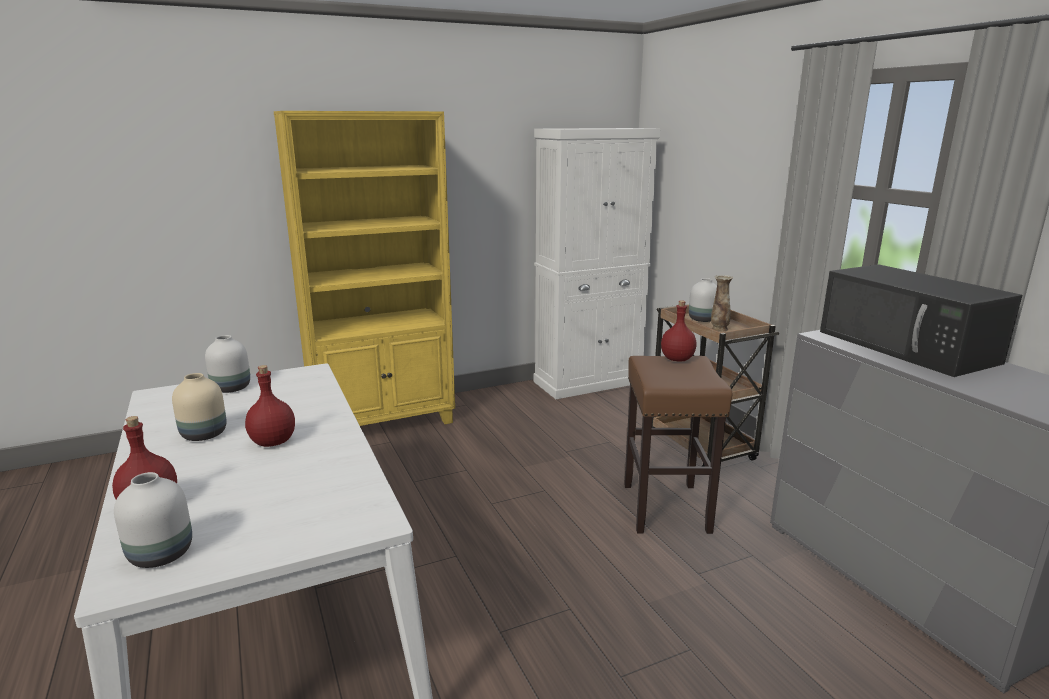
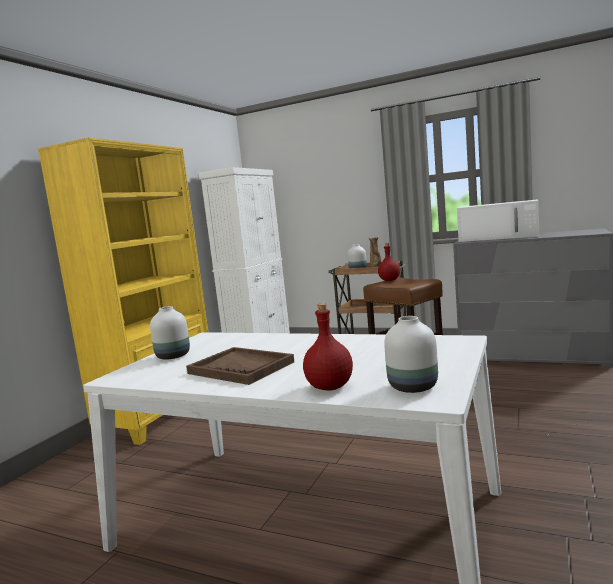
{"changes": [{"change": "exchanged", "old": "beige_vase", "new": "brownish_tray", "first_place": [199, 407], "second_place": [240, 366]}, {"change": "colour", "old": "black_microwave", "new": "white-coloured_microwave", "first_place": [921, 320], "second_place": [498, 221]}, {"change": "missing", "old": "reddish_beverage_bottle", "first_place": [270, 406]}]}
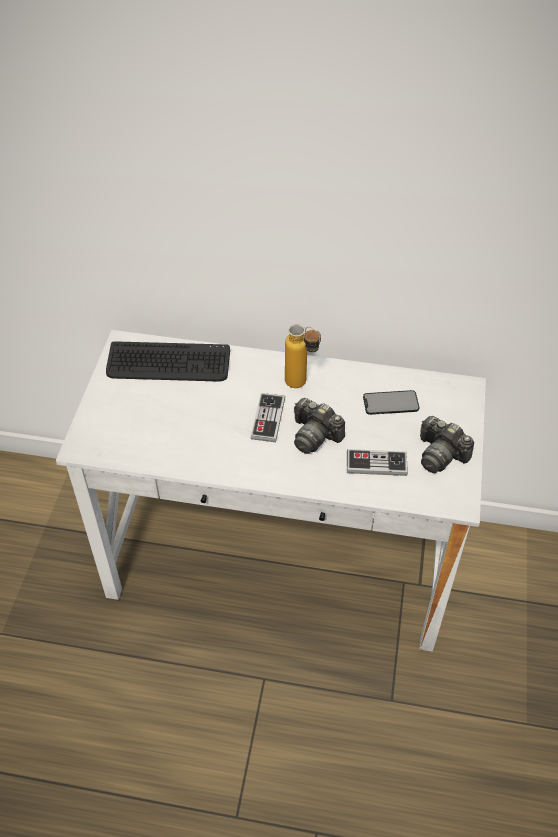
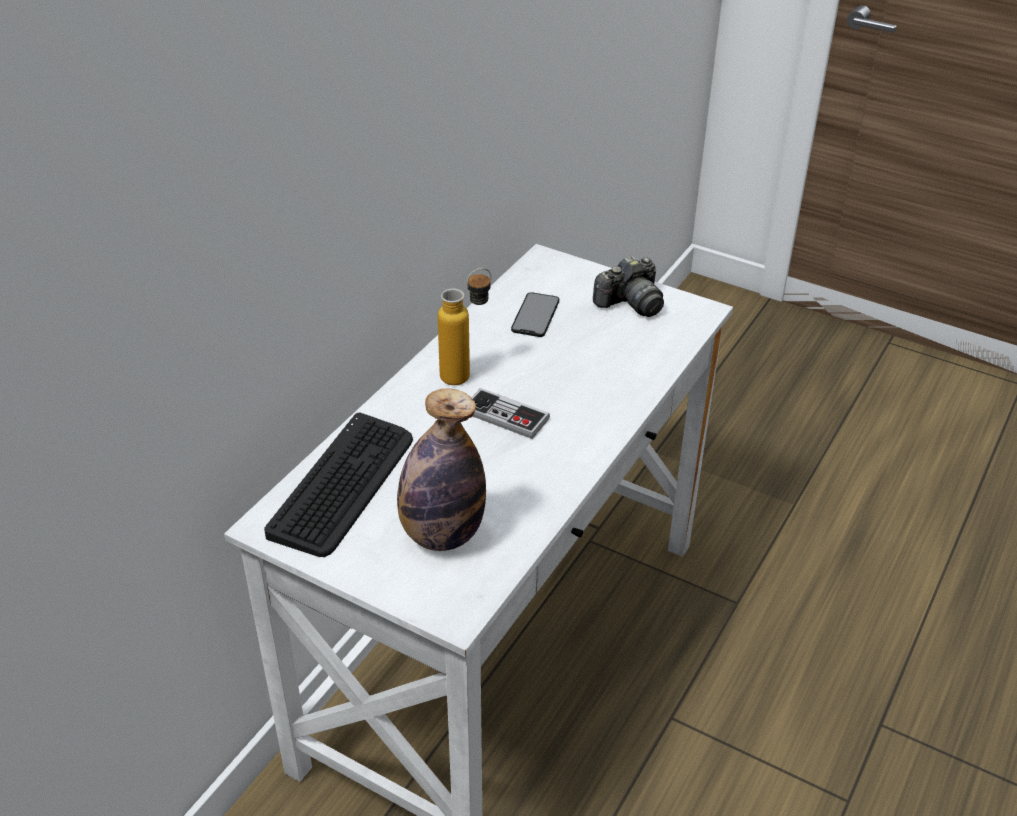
{"changes": [{"change": "appeared", "new": "beverage_bottle", "second_place": [441, 469]}, {"change": "missing", "old": "still_camera", "first_place": [319, 426]}, {"change": "missing", "old": "game_controller", "first_place": [377, 462]}]}
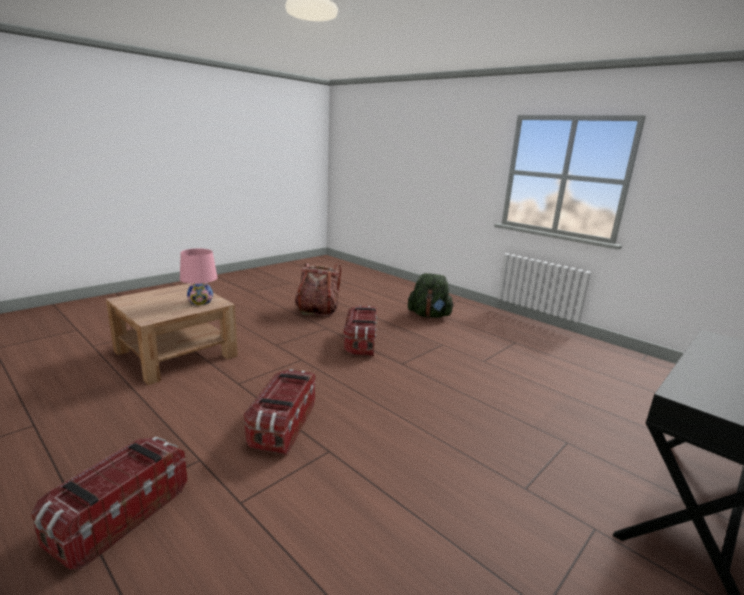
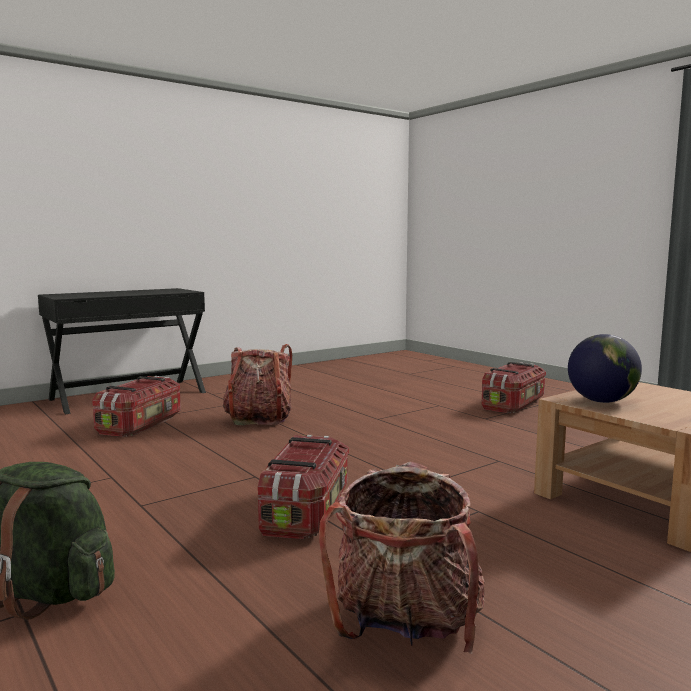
{"changes": [{"change": "relocated", "old": "storage_bin", "first_place": [279, 412], "second_place": [136, 406]}, {"change": "appeared", "new": "rucksack", "second_place": [257, 384]}, {"change": "exchanged", "old": "pinkish_lamp_for_a_table", "new": "desk_globe", "first_place": [198, 277], "second_place": [605, 368]}]}
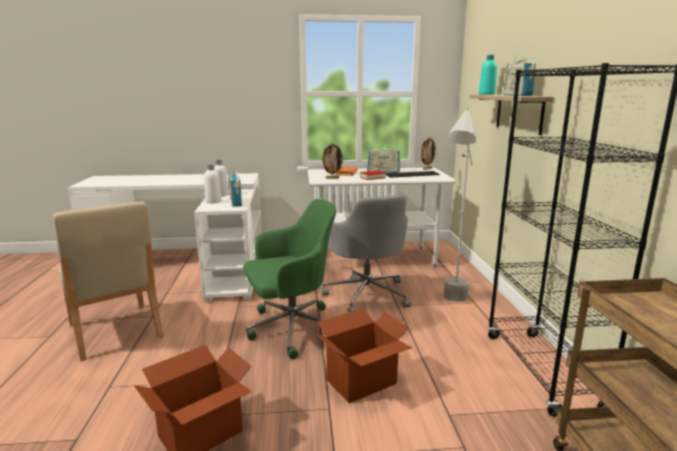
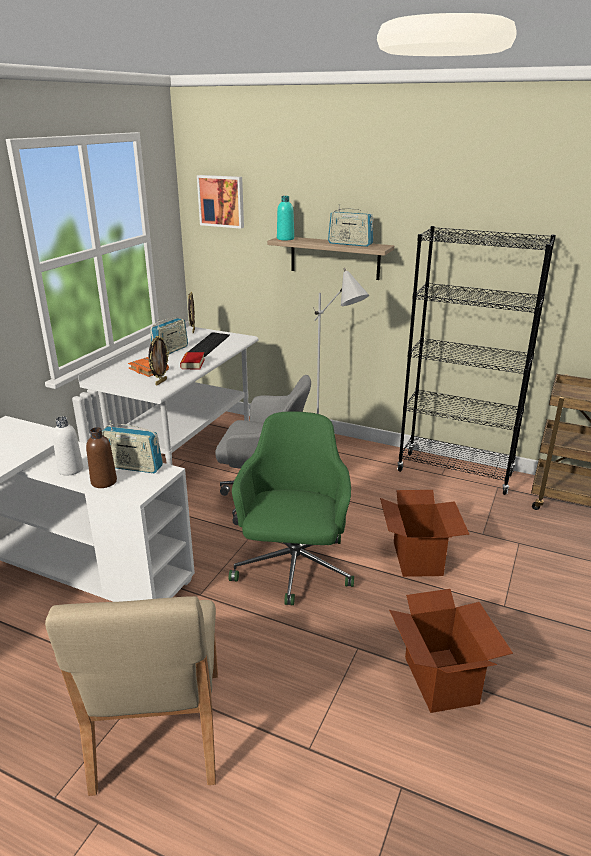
{"changes": [{"change": "spun", "old": "beige_chair", "first_place": [108, 281], "second_place": [131, 696], "degrees": 90}, {"change": "colour", "old": "white-coloured_beverage_bottle", "new": "brownish_beverage_bottle", "first_place": [213, 184], "second_place": [101, 457]}, {"change": "appeared", "new": "wall_art", "second_place": [220, 202]}]}
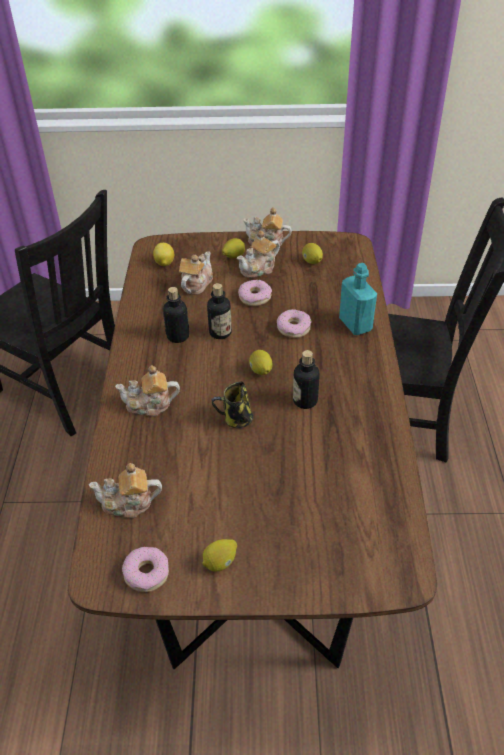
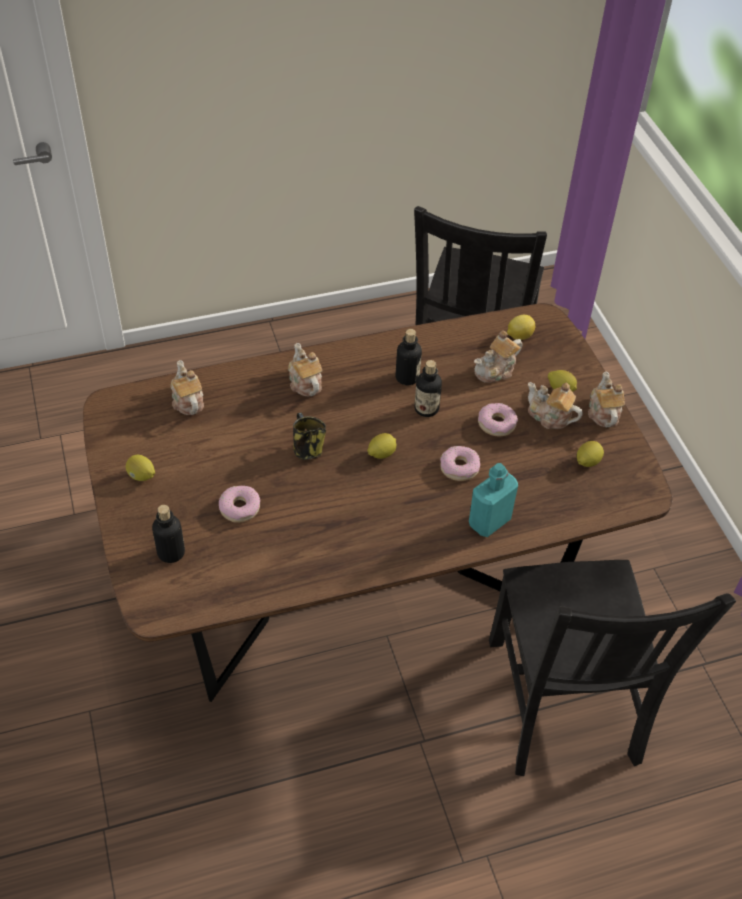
{"changes": [{"change": "relocated", "old": "beverage_bottle", "first_place": [306, 379], "second_place": [168, 534]}, {"change": "relocated", "old": "ring_doughnut", "first_place": [145, 569], "second_place": [239, 504]}, {"change": "spun", "old": "teapot", "first_place": [196, 273], "second_place": [498, 356], "degrees": 135}]}
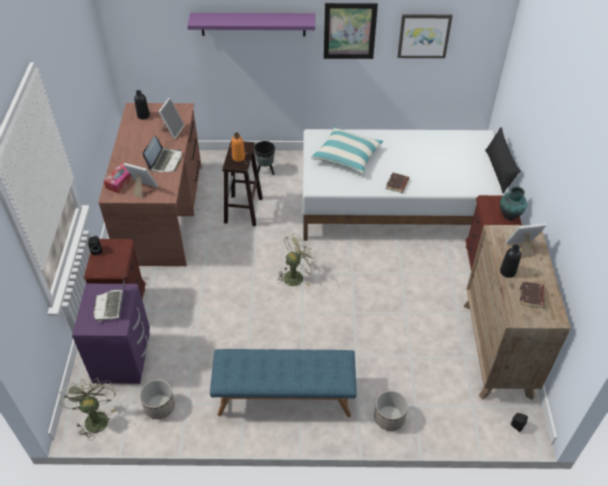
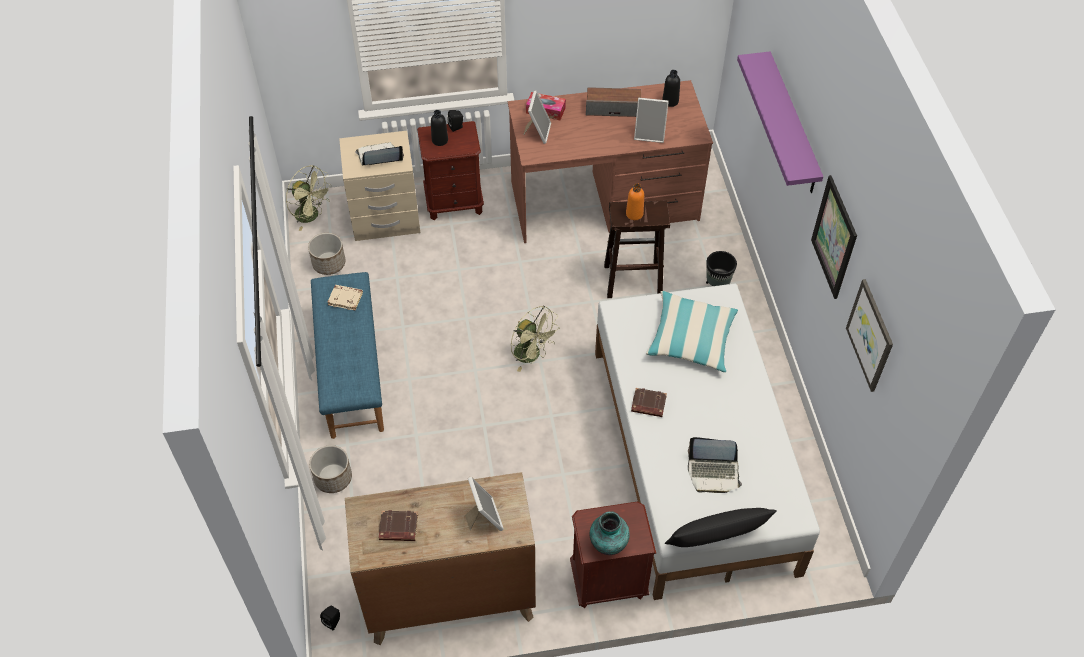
{"changes": [{"change": "spun", "old": "greenish_electric_fan", "first_place": [88, 409], "second_place": [309, 198], "degrees": 60}, {"change": "appeared", "new": "beige_volume", "second_place": [345, 298]}, {"change": "colour", "old": "purplish_night_table", "new": "beige_night_table", "first_place": [111, 334], "second_place": [379, 186]}, {"change": "relocated", "old": "black_beverage_bottle", "first_place": [510, 261], "second_place": [439, 128]}, {"change": "appeared", "new": "speaker", "second_place": [613, 102]}, {"change": "relocated", "old": "laptop", "first_place": [162, 153], "second_place": [715, 465]}]}
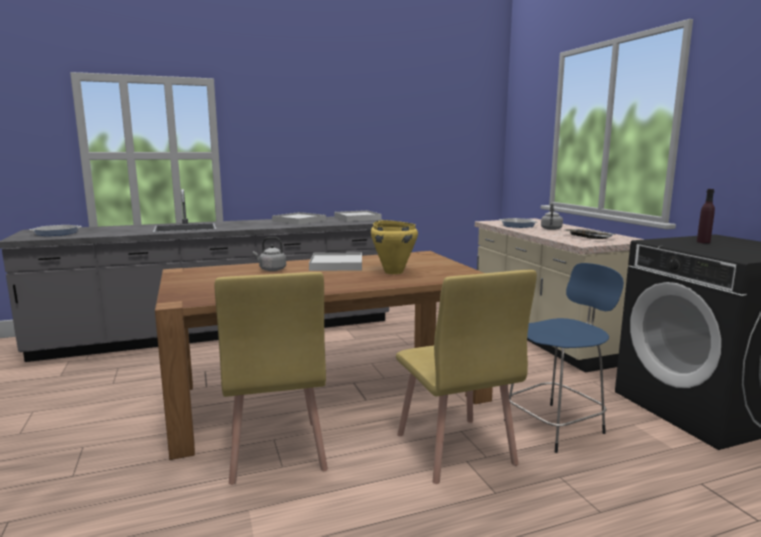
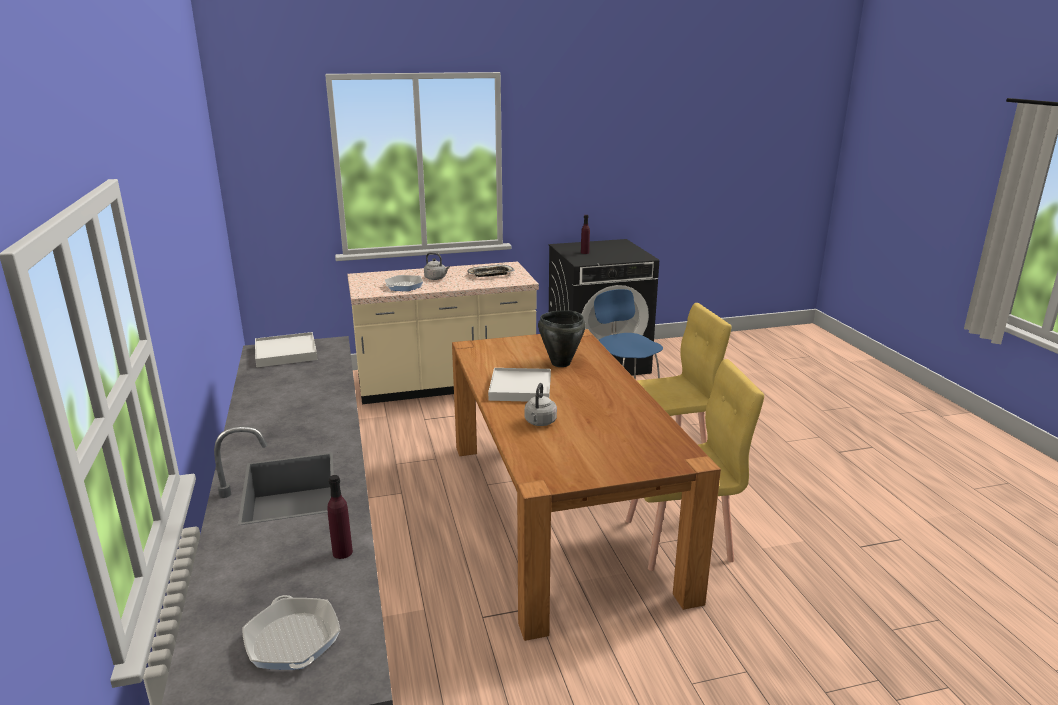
{"changes": [{"change": "appeared", "new": "purplish_beverage_bottle", "second_place": [340, 517]}, {"change": "colour", "old": "yellow_cooking_pot", "new": "black_cooking_pot", "first_place": [394, 247], "second_place": [562, 338]}, {"change": "missing", "old": "white-coloured_tray", "first_place": [299, 218]}]}
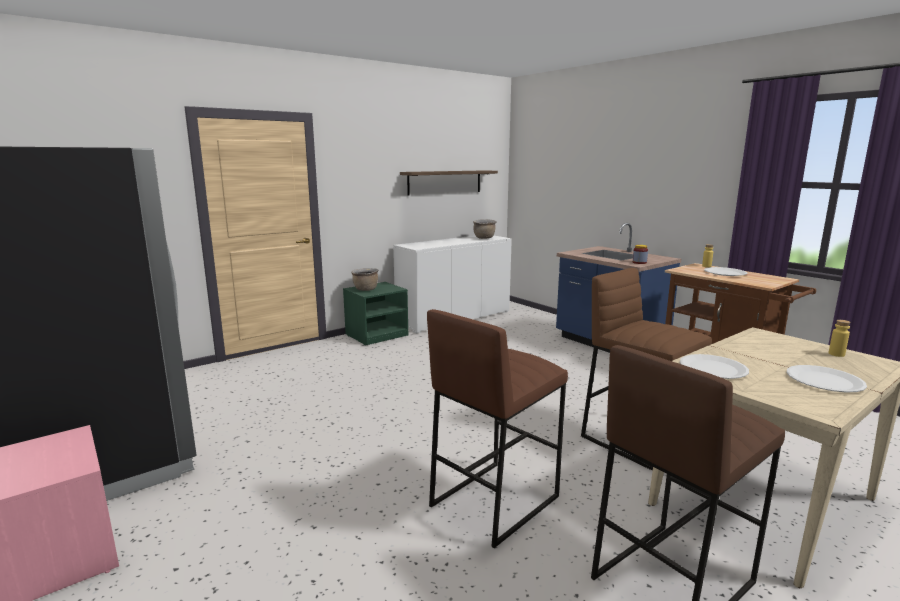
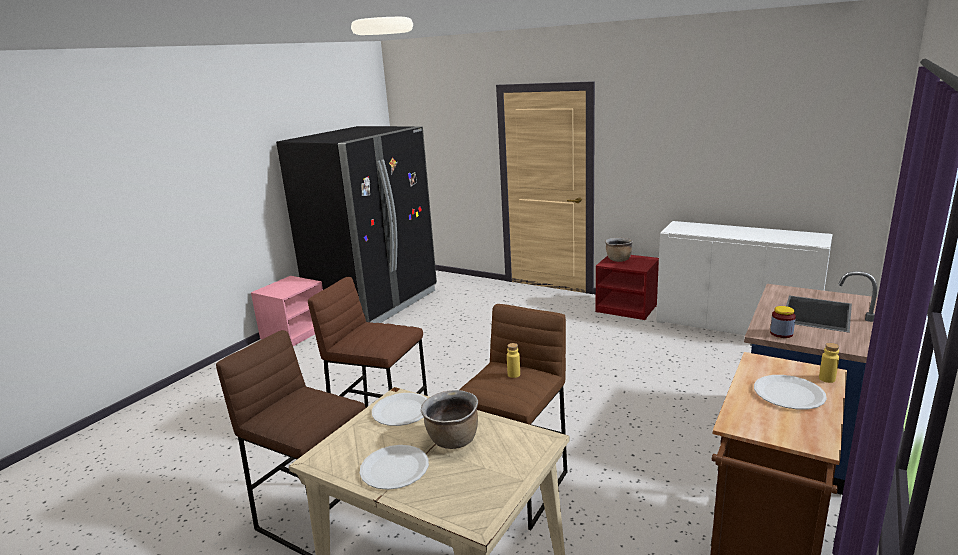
{"changes": [{"change": "relocated", "old": "brownish_cooking_pot", "first_place": [484, 229], "second_place": [449, 419]}, {"change": "relocated", "old": "yellow_beverage_bottle", "first_place": [839, 338], "second_place": [513, 360]}, {"change": "colour", "old": "greenish_night_table", "new": "reddish_night_table", "first_place": [375, 313], "second_place": [627, 287]}, {"change": "missing", "old": "wall_shelf", "first_place": [449, 183]}]}
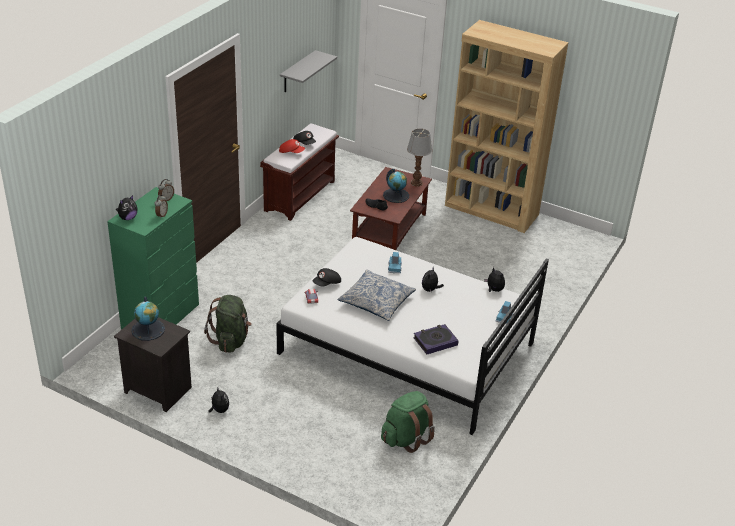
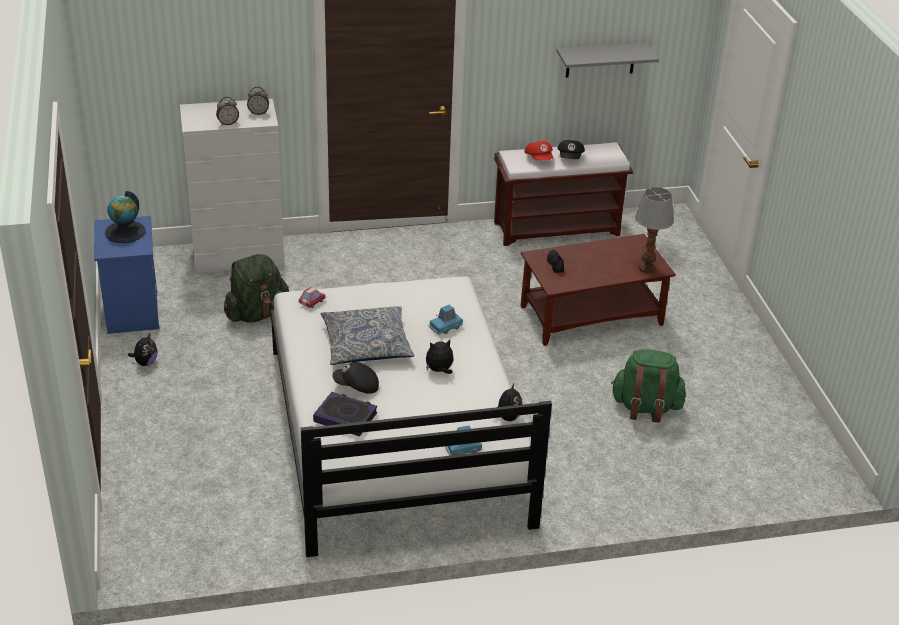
{"changes": [{"change": "colour", "old": "black_night_table", "new": "bluish_night_table", "first_place": [153, 364], "second_place": [126, 275]}, {"change": "colour", "old": "greenish_chest_of_drawers", "new": "white-coloured_chest_of_drawers", "first_place": [153, 258], "second_place": [232, 186]}, {"change": "relocated", "old": "black_cap", "first_place": [326, 277], "second_place": [356, 378]}, {"change": "relocated", "old": "greenish_rucksack", "first_place": [408, 422], "second_place": [648, 385]}, {"change": "missing", "old": "soft_toy", "first_place": [127, 207]}, {"change": "missing", "old": "desk_globe", "first_place": [396, 186]}, {"change": "missing", "old": "brownish_bookshelf", "first_place": [506, 126]}]}
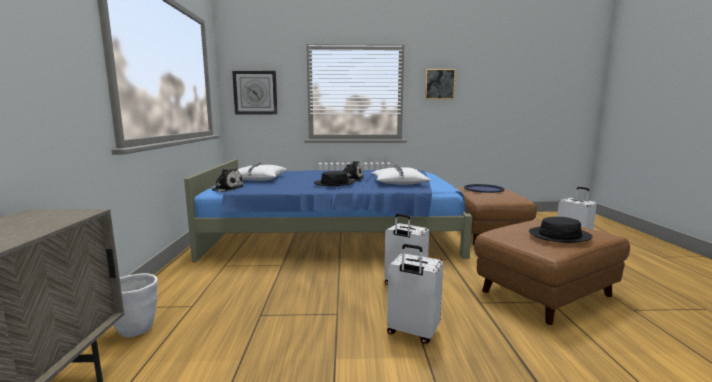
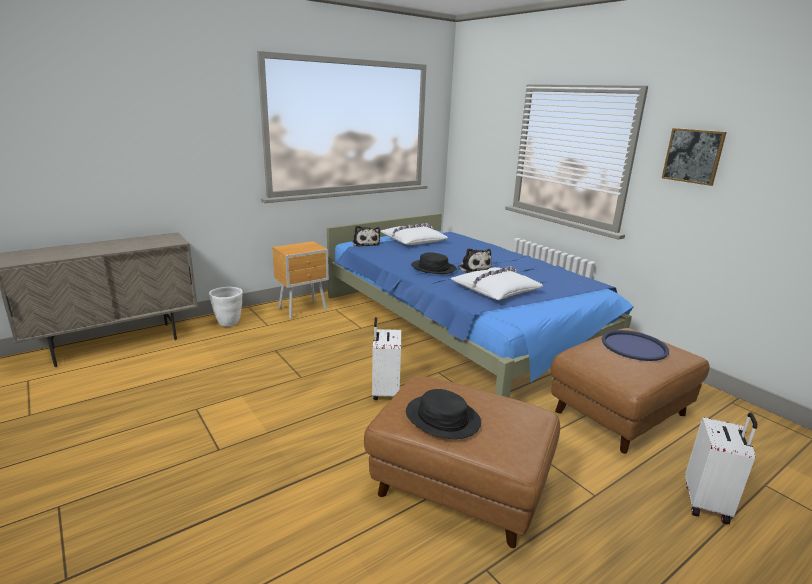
{"changes": [{"change": "appeared", "new": "brownish_night_table", "second_place": [300, 280]}, {"change": "missing", "old": "clock_on_the_wall", "first_place": [255, 92]}, {"change": "missing", "old": "white-coloured_travel_case", "first_place": [415, 294]}]}
